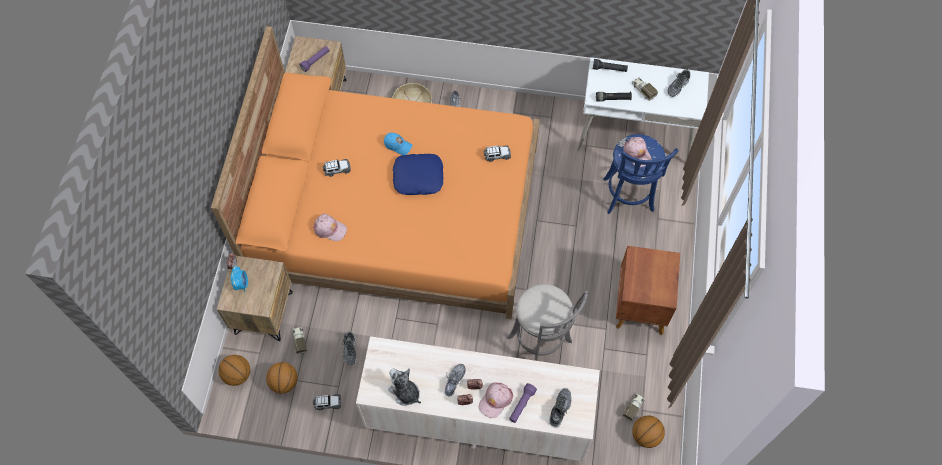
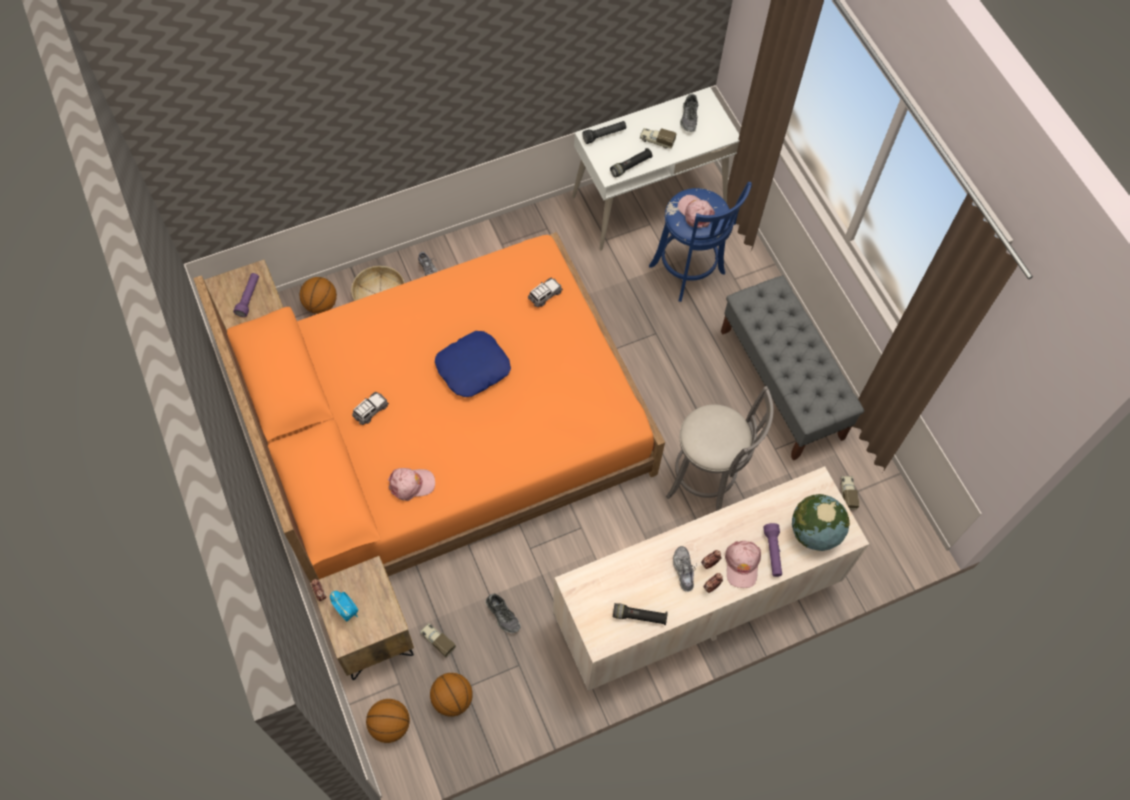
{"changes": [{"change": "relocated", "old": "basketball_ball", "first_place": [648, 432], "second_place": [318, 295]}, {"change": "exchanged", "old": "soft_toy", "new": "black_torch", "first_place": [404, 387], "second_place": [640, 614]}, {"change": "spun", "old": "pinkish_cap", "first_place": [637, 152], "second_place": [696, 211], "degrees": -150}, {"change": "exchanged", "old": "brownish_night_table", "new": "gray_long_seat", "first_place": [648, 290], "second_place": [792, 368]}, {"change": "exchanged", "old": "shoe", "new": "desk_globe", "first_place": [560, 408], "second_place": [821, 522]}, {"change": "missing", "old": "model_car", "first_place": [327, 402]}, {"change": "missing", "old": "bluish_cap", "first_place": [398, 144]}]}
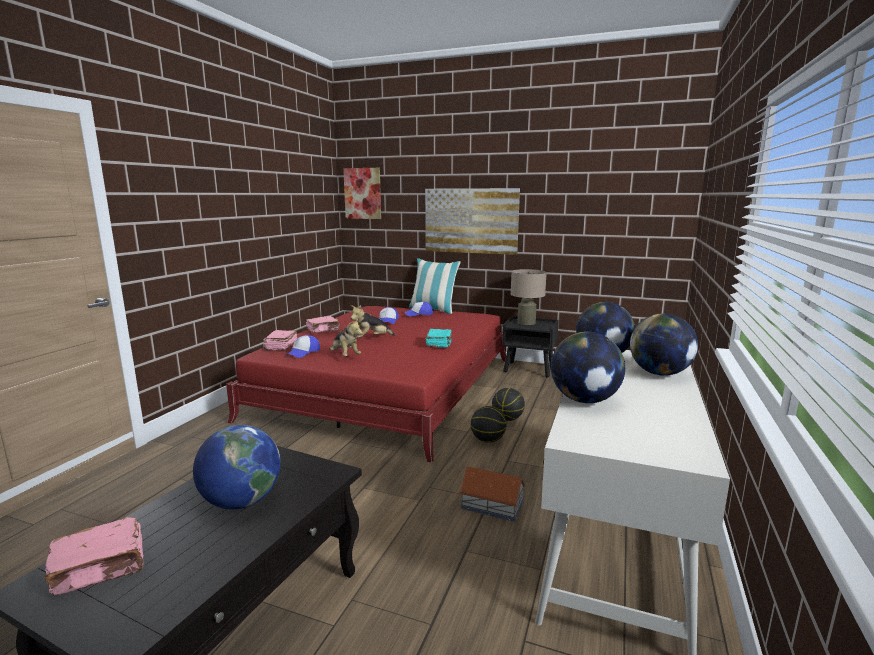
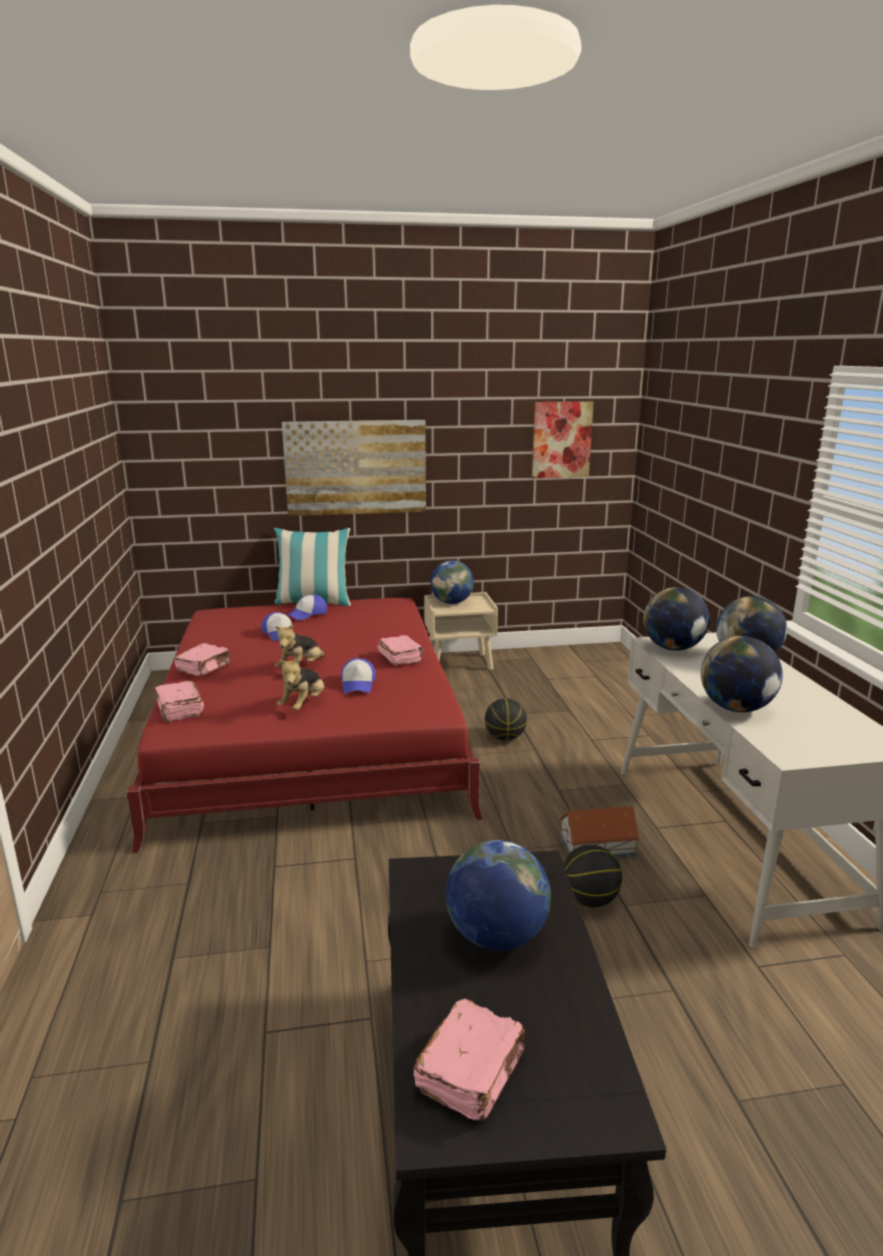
{"changes": [{"change": "spun", "old": "soft_toy", "first_place": [346, 337], "second_place": [301, 683], "degrees": 90}, {"change": "relocated", "old": "cap", "first_place": [303, 346], "second_place": [358, 675]}, {"change": "colour", "old": "turquoise_volume", "new": "pinkish_volume", "first_place": [439, 338], "second_place": [401, 650]}, {"change": "colour", "old": "black_night_table", "new": "beige_night_table", "first_place": [530, 346], "second_place": [461, 631]}, {"change": "exchanged", "old": "beige_lamp_for_a_table", "new": "desk_globe", "first_place": [529, 297], "second_place": [452, 582]}, {"change": "relocated", "old": "wall_art", "first_place": [362, 193], "second_place": [563, 439]}, {"change": "relocated", "old": "basketball_ball", "first_place": [489, 424], "second_place": [592, 876]}]}
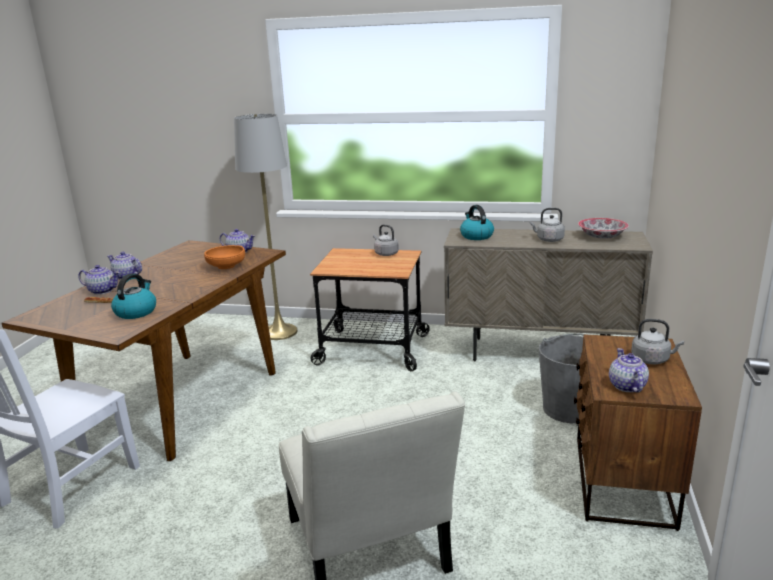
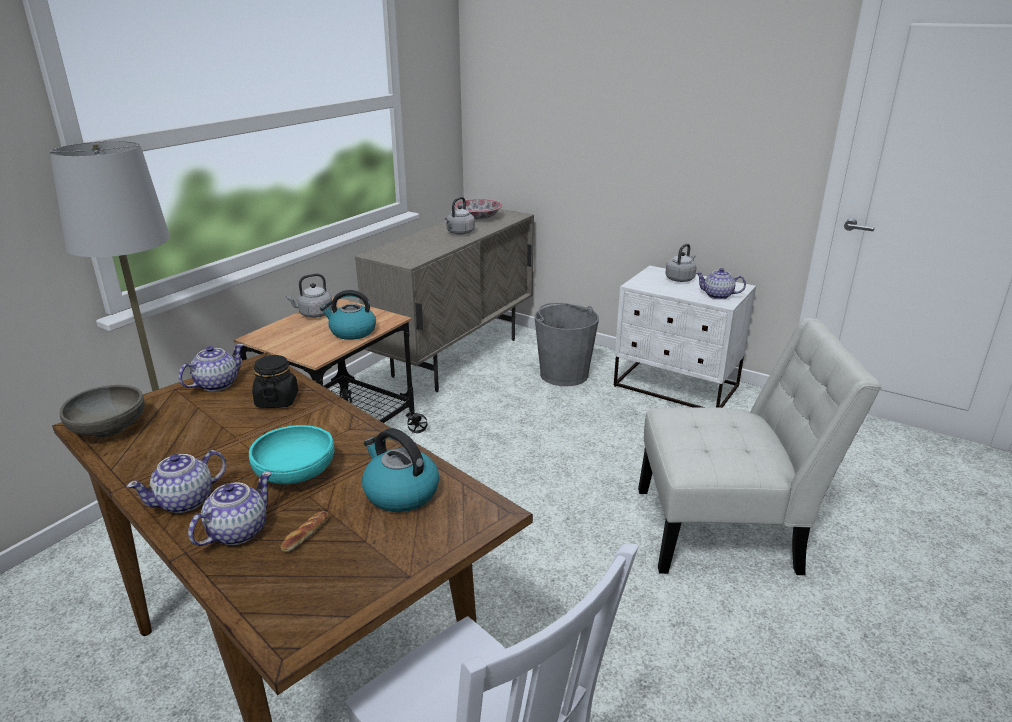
{"changes": [{"change": "appeared", "new": "gray_serving_bowl", "second_place": [102, 411]}, {"change": "appeared", "new": "turquoise_serving_bowl", "second_place": [291, 454]}, {"change": "exchanged", "old": "orangey_serving_bowl", "new": "black_storage_jar", "first_place": [224, 257], "second_place": [275, 381]}, {"change": "relocated", "old": "water_kettle", "first_place": [477, 222], "second_place": [348, 315]}, {"change": "colour", "old": "brownish_night_table", "new": "white-coloured_night_table", "first_place": [638, 432], "second_place": [685, 336]}]}
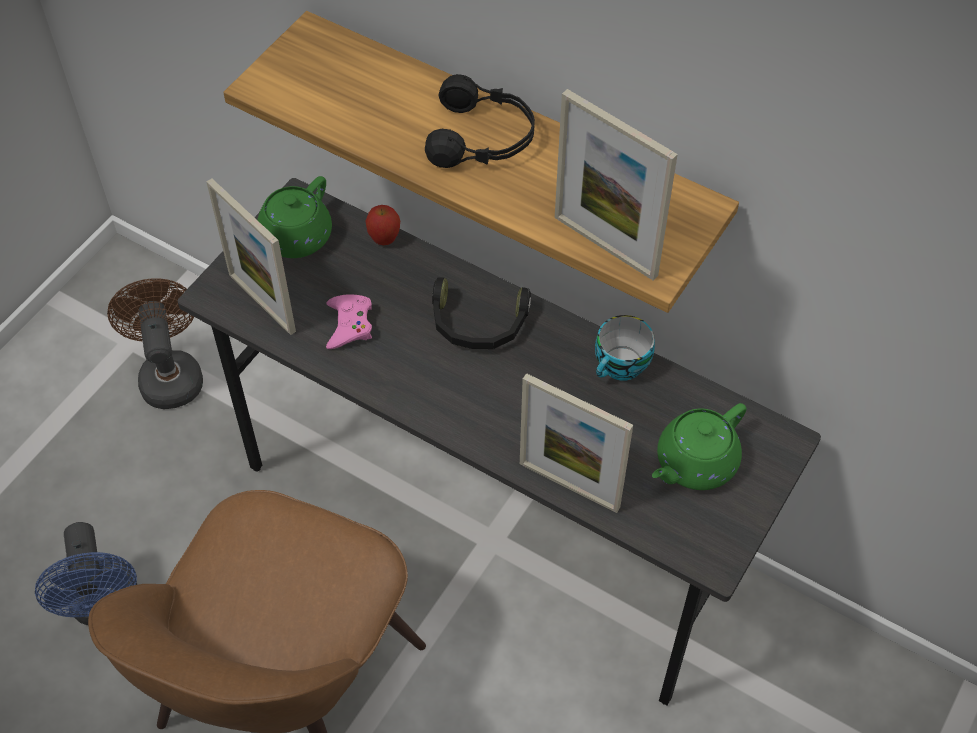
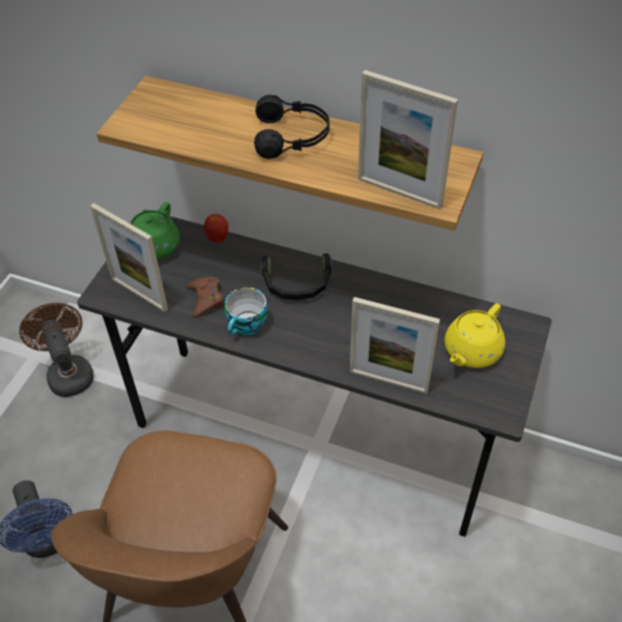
{"changes": [{"change": "colour", "old": "pinkish_game_controller", "new": "brownish_game_controller", "first_place": [349, 321], "second_place": [205, 297]}, {"change": "relocated", "old": "small_cup", "first_place": [625, 348], "second_place": [246, 311]}, {"change": "colour", "old": "greenish_teapot", "new": "yellow_teapot", "first_place": [699, 446], "second_place": [475, 335]}]}
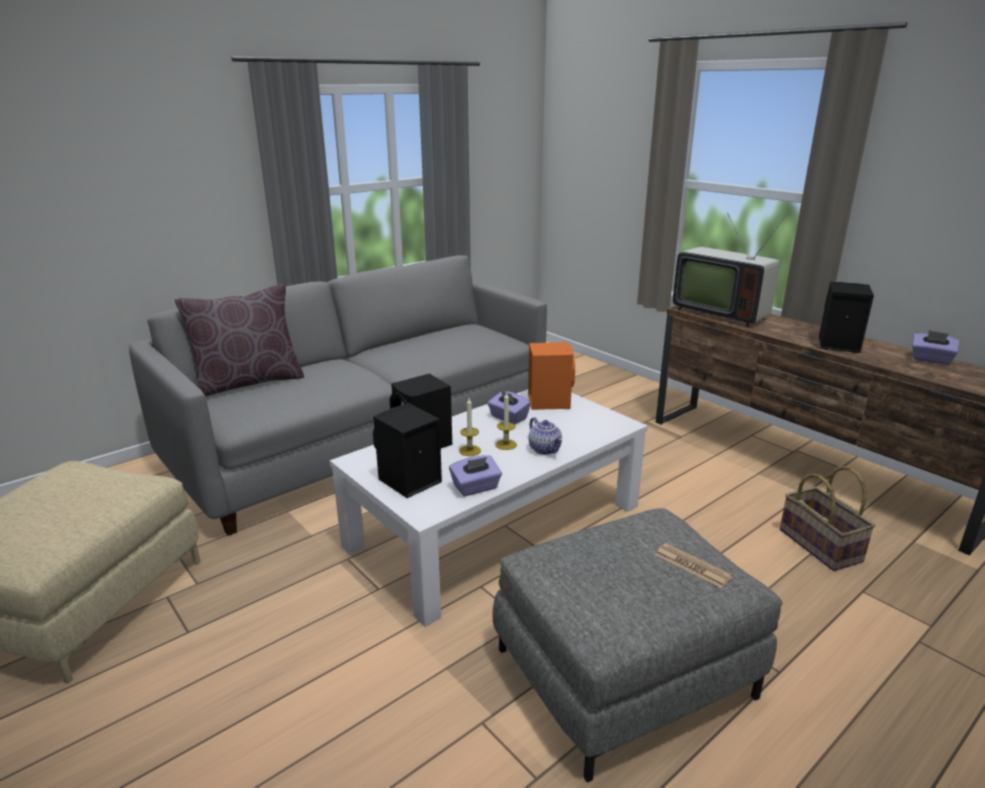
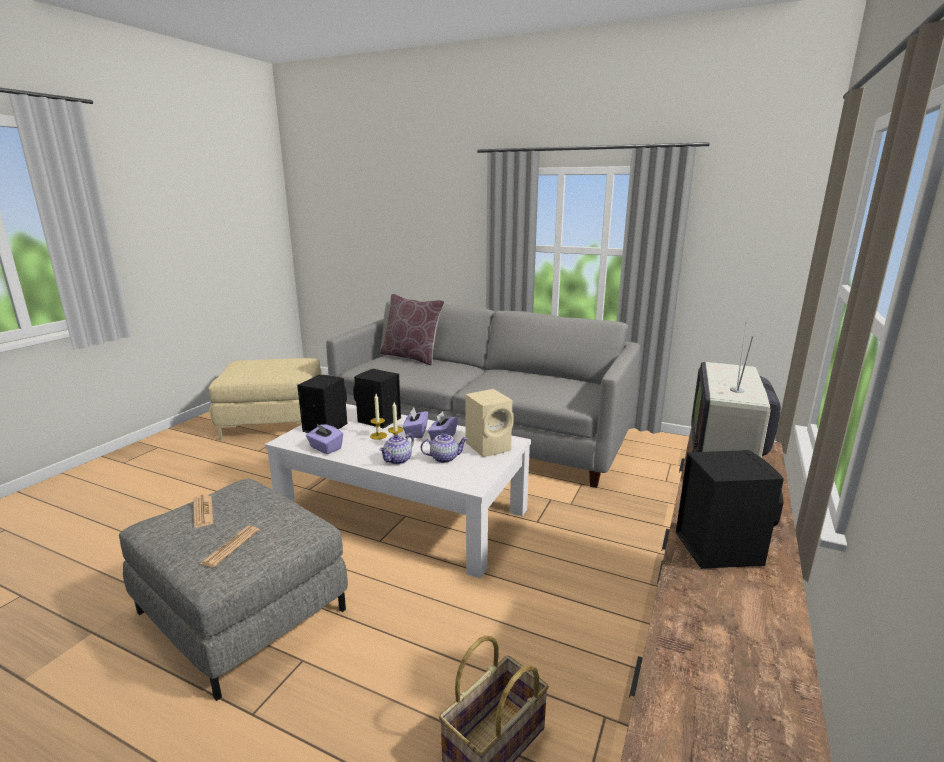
{"changes": [{"change": "appeared", "new": "daily_paper", "second_place": [204, 511]}, {"change": "relocated", "old": "purplish_tissue_box", "first_place": [935, 347], "second_place": [415, 422]}, {"change": "appeared", "new": "teapot", "second_place": [444, 448]}, {"change": "colour", "old": "orangey_speaker", "new": "beige_speaker", "first_place": [551, 376], "second_place": [489, 423]}]}
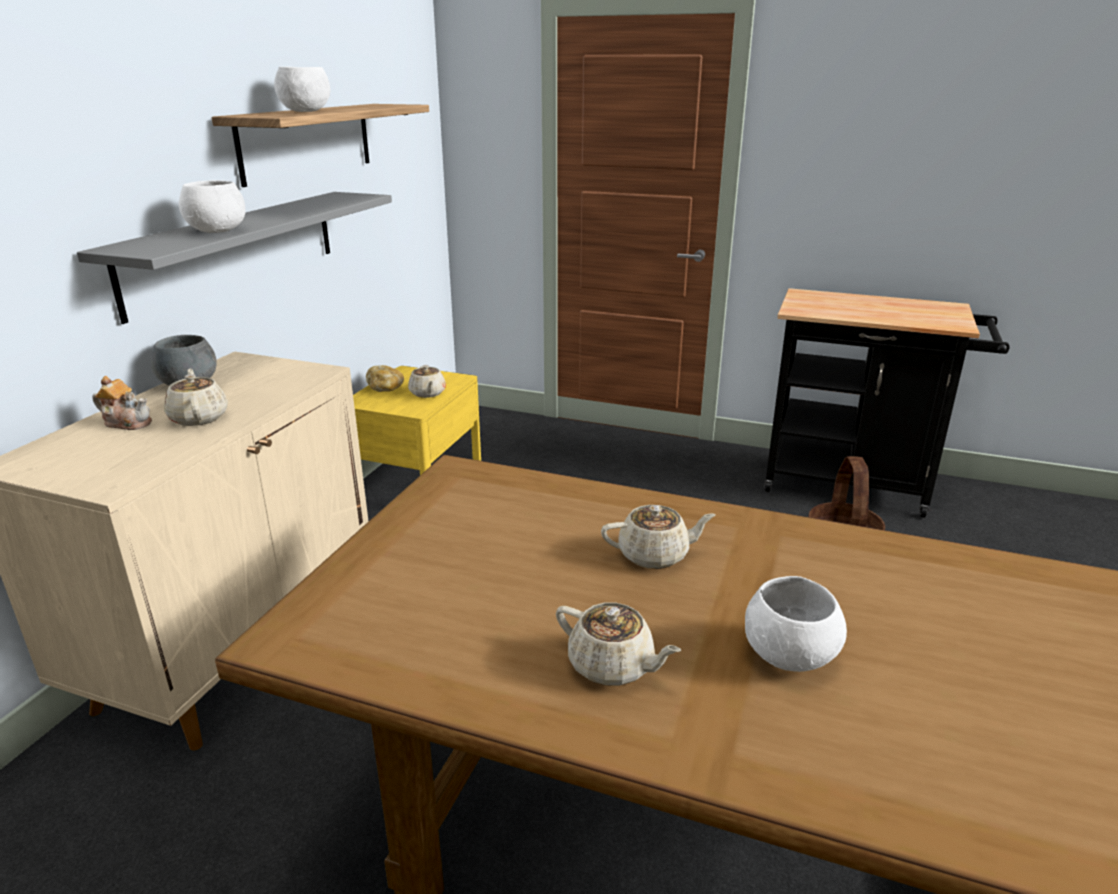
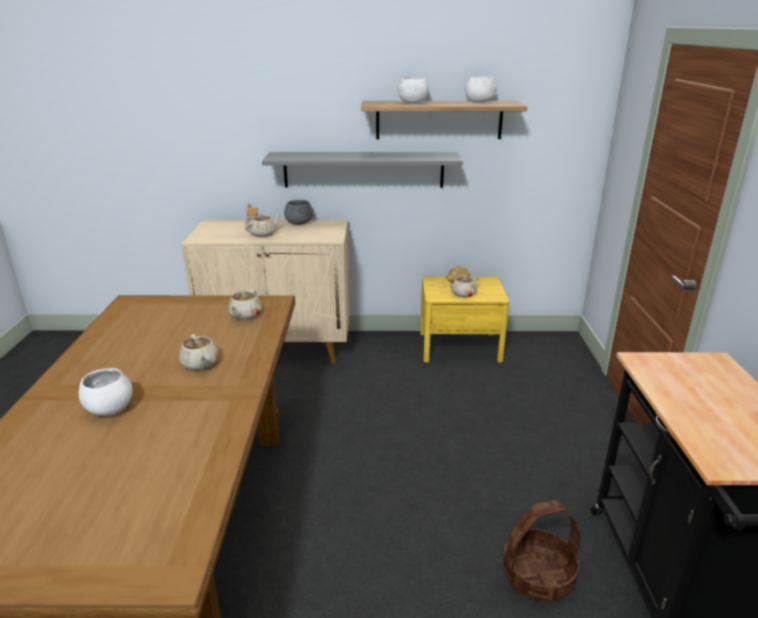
{"changes": [{"change": "relocated", "old": "beige_teapot", "first_place": [618, 644], "second_place": [245, 305]}, {"change": "relocated", "old": "white-coloured_serving_bowl", "first_place": [212, 206], "second_place": [481, 90]}]}
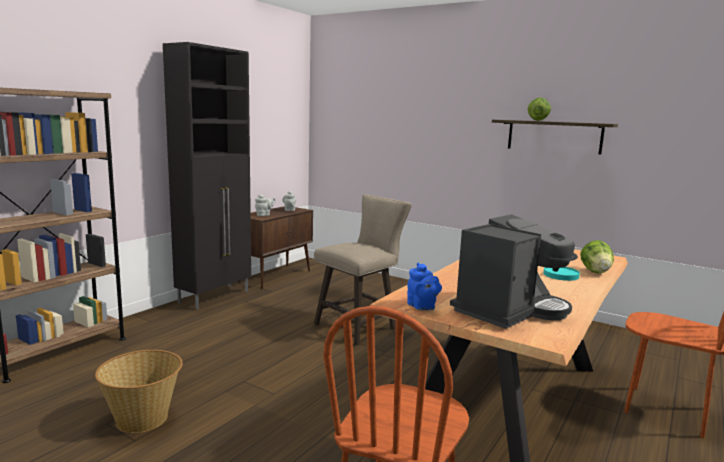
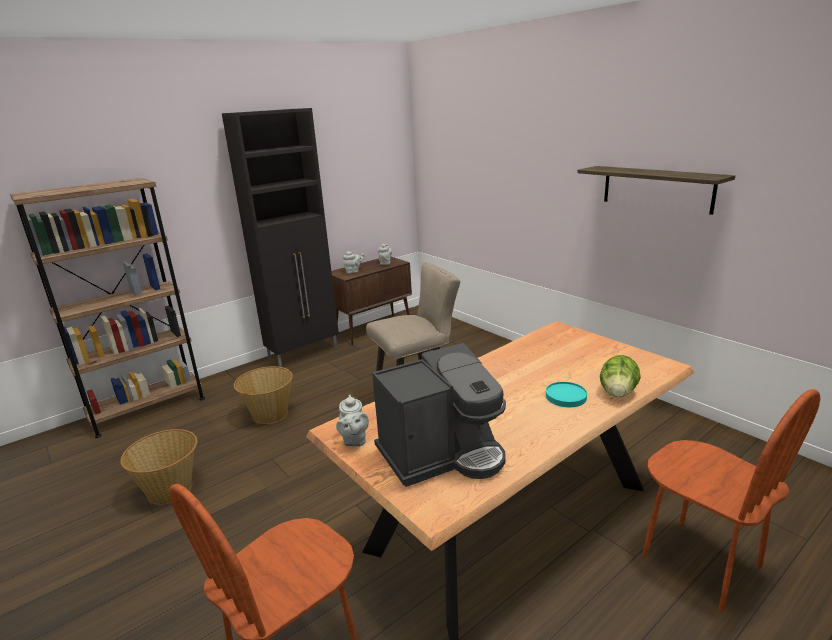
{"changes": [{"change": "appeared", "new": "basket", "second_place": [263, 395]}, {"change": "colour", "old": "bluish_teapot", "new": "gray_teapot", "first_place": [424, 286], "second_place": [352, 421]}, {"change": "missing", "old": "lettuce", "first_place": [539, 109]}]}
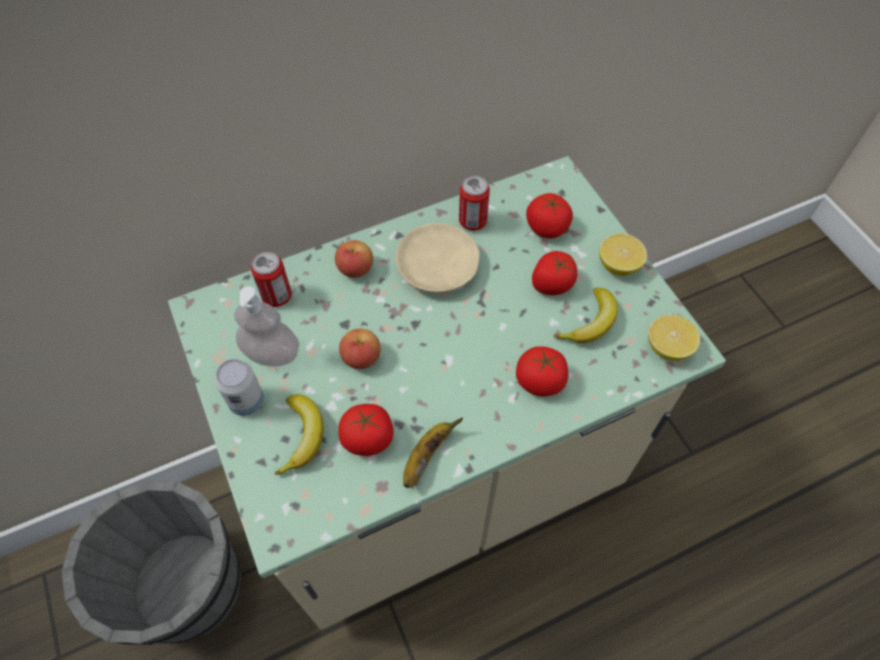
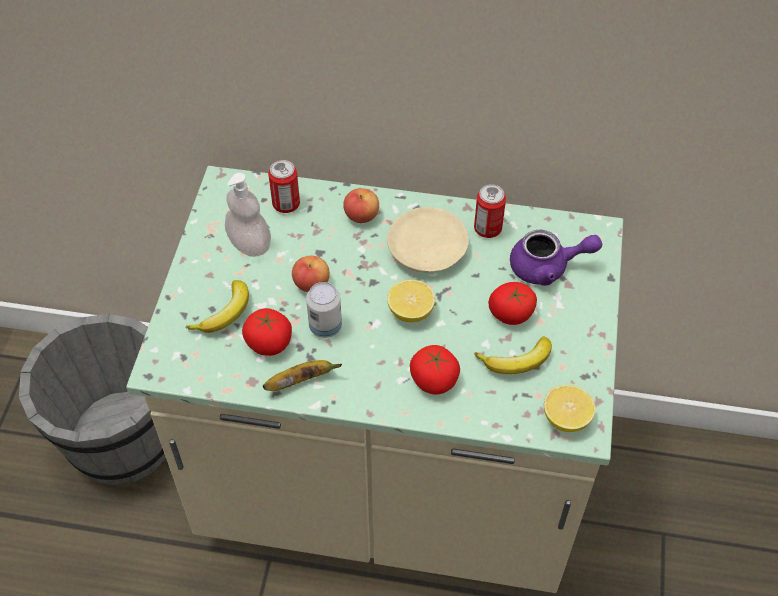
{"changes": [{"change": "relocated", "old": "metal_can", "first_place": [239, 387], "second_place": [324, 310]}, {"change": "relocated", "old": "citrus_fruit", "first_place": [623, 254], "second_place": [411, 301]}, {"change": "exchanged", "old": "tomato", "new": "purplish_teapot", "first_place": [549, 216], "second_place": [556, 258]}]}
